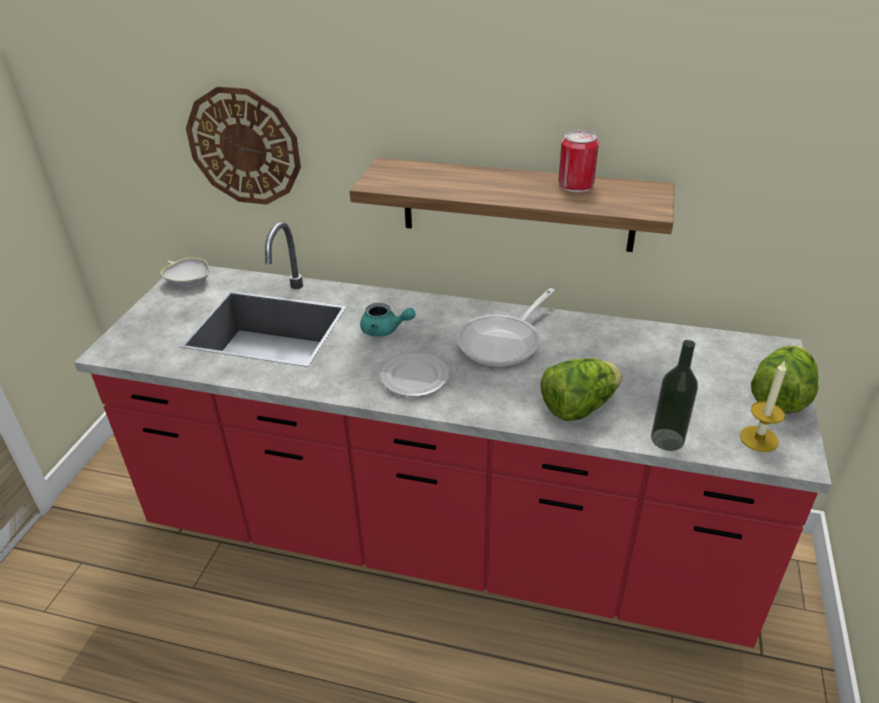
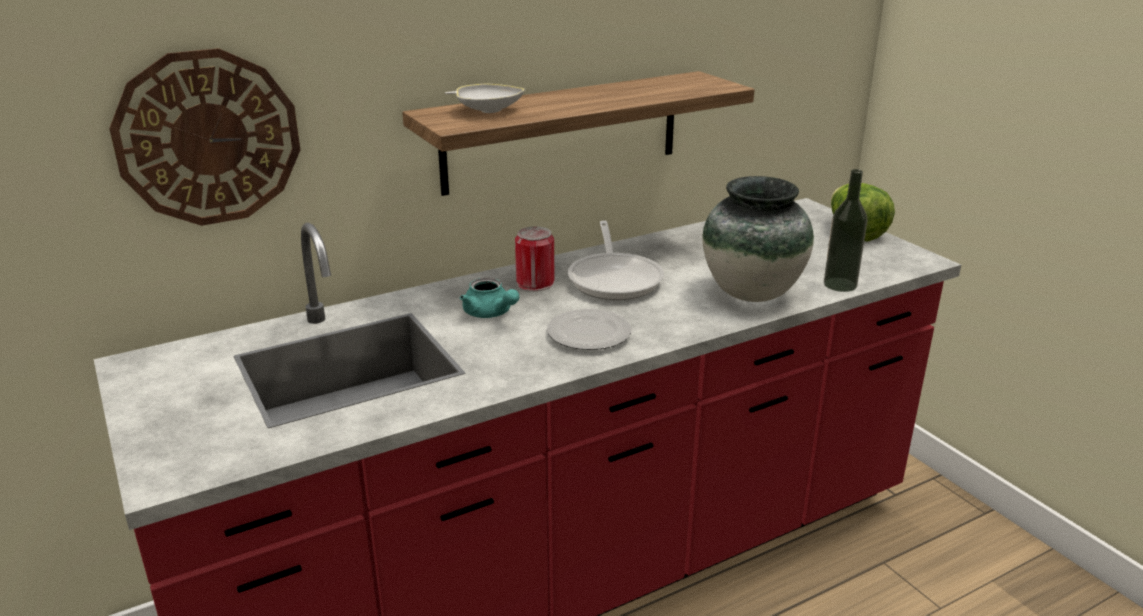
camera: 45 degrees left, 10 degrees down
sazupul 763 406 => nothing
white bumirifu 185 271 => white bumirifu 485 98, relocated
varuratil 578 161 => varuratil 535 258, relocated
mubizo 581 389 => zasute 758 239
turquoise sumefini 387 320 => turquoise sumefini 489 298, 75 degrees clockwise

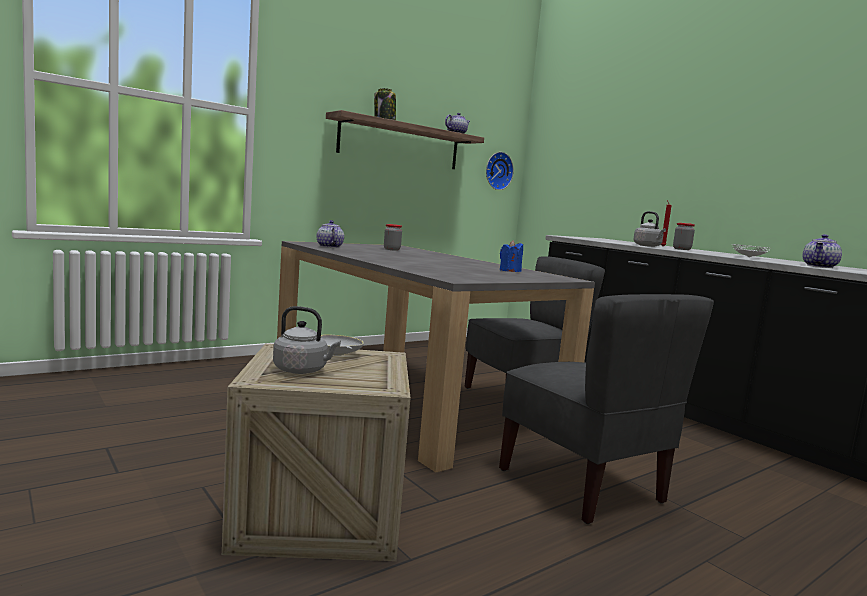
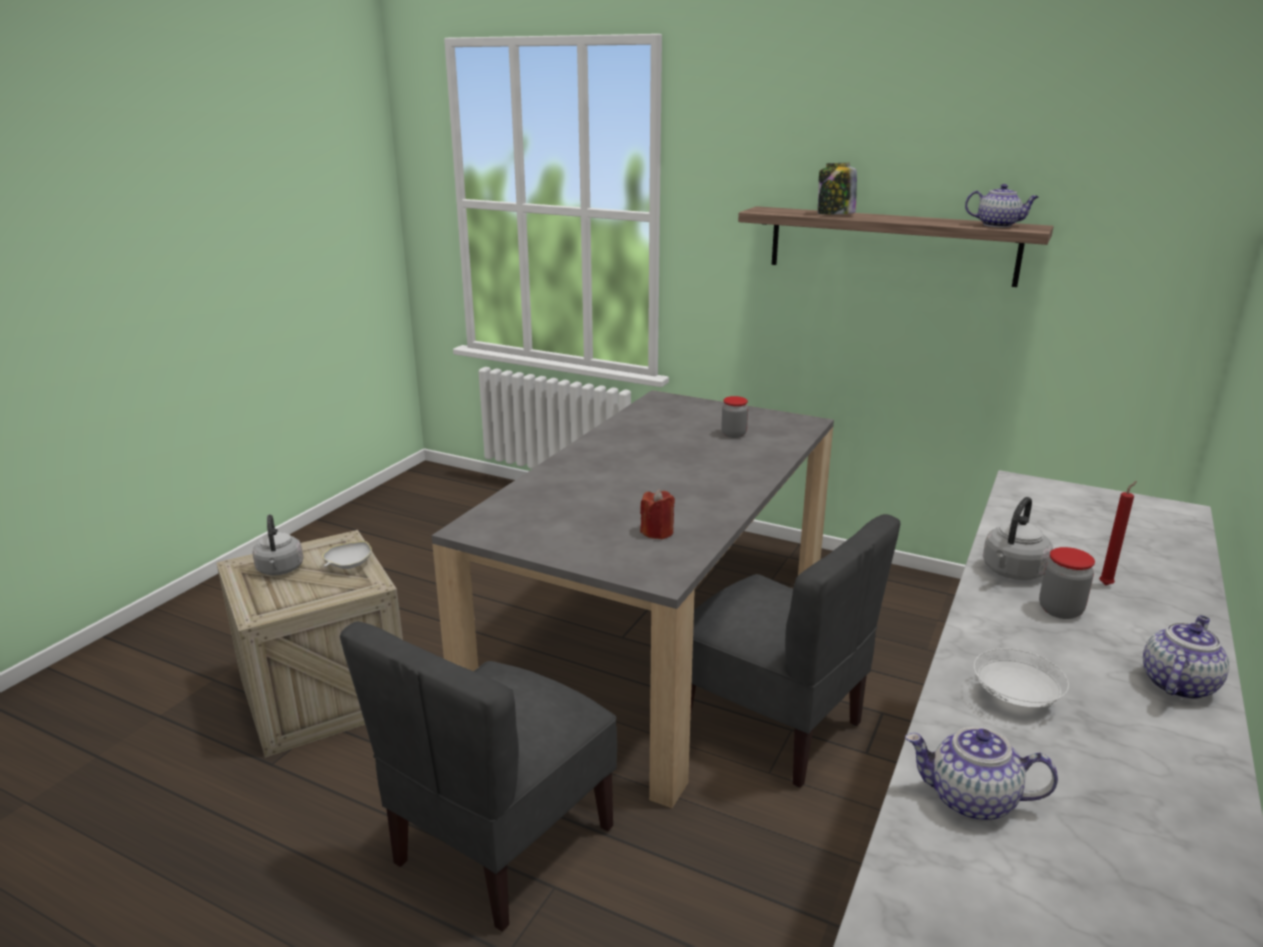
camera: 65 degrees right, 15 degrees up
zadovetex 500 171 => nothing
sumefini 330 234 => sumefini 1186 657, relocated
blue sazupul 511 256 => red sazupul 657 514

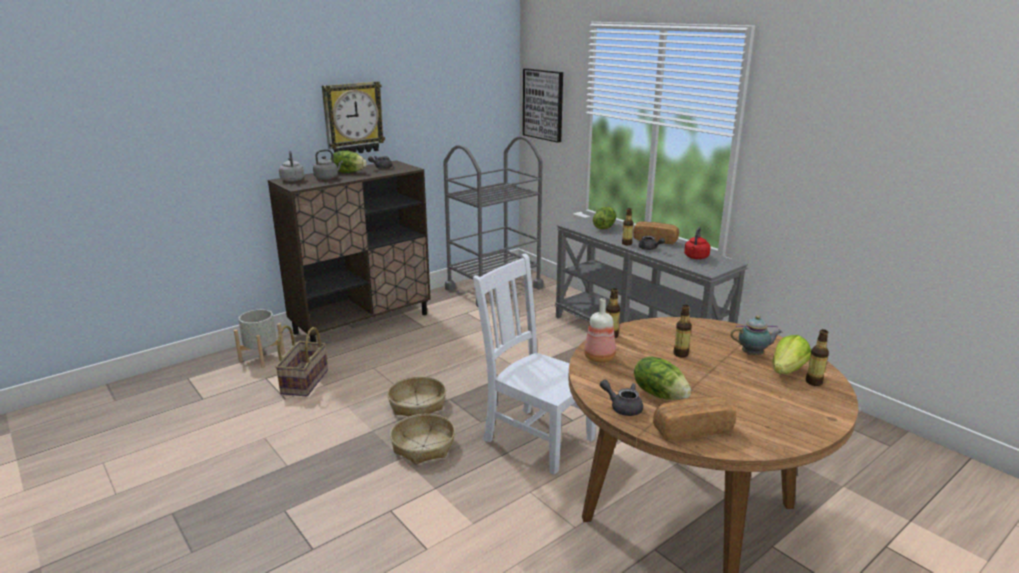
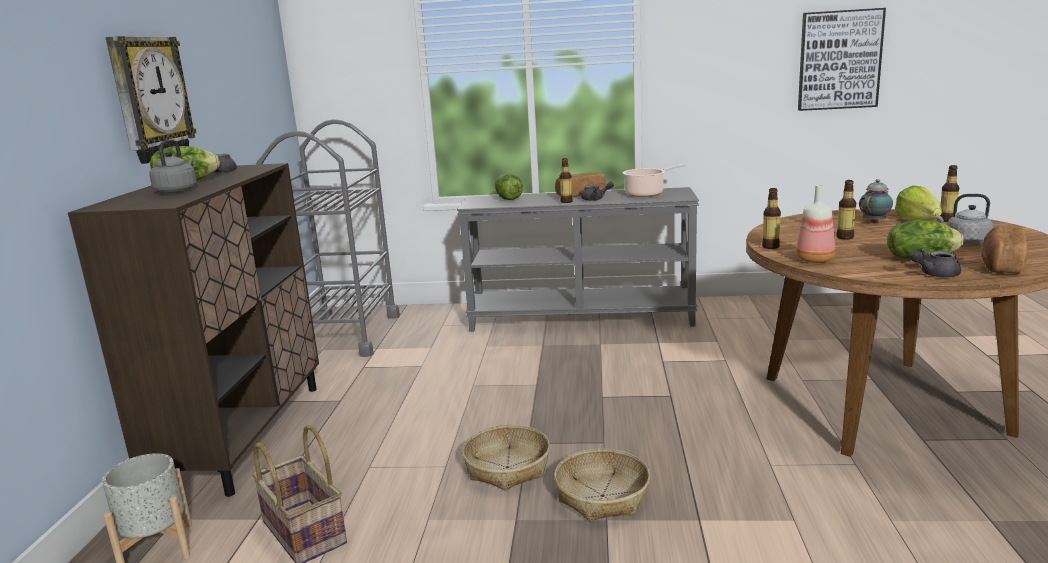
camera: 45 degrees left, 5 degrees down
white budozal 534 364 => nothing
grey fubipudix 291 166 => grey fubipudix 964 219, relocated
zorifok 543 105 => zorifok 842 59, relocated
red fubipudix 697 243 => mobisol 654 180

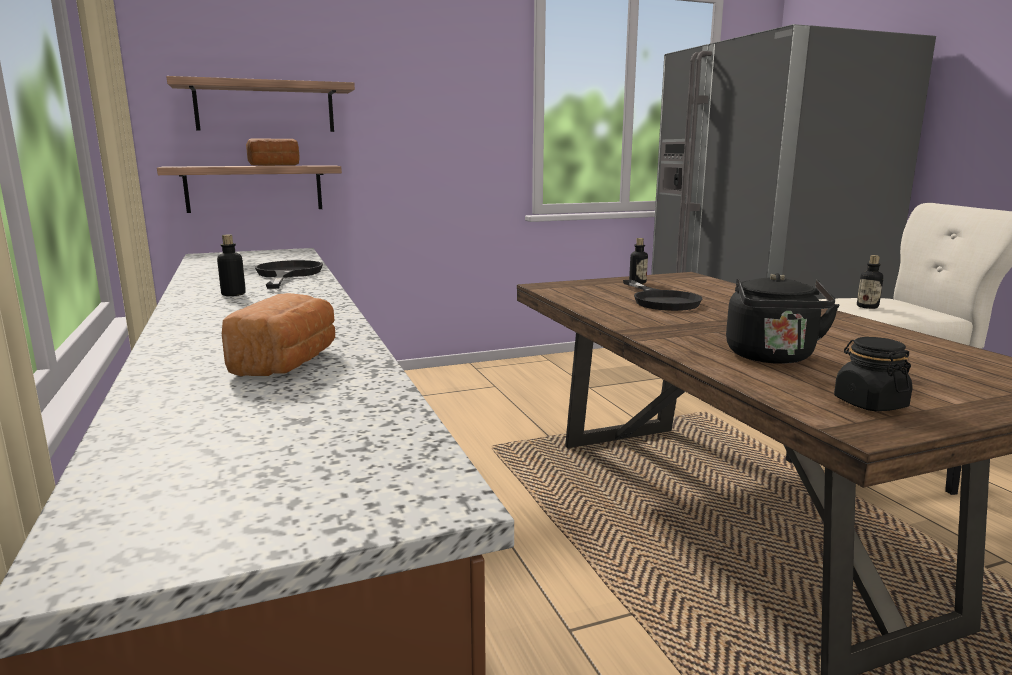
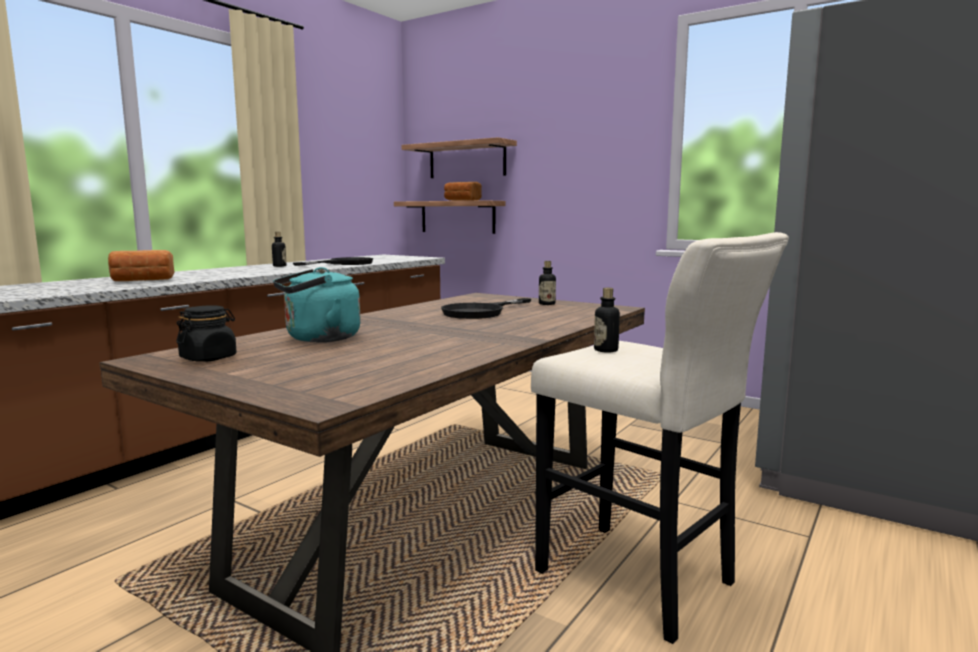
camera: 55 degrees right, 5 degrees down
black fubipudix 783 318 => turquoise fubipudix 317 304

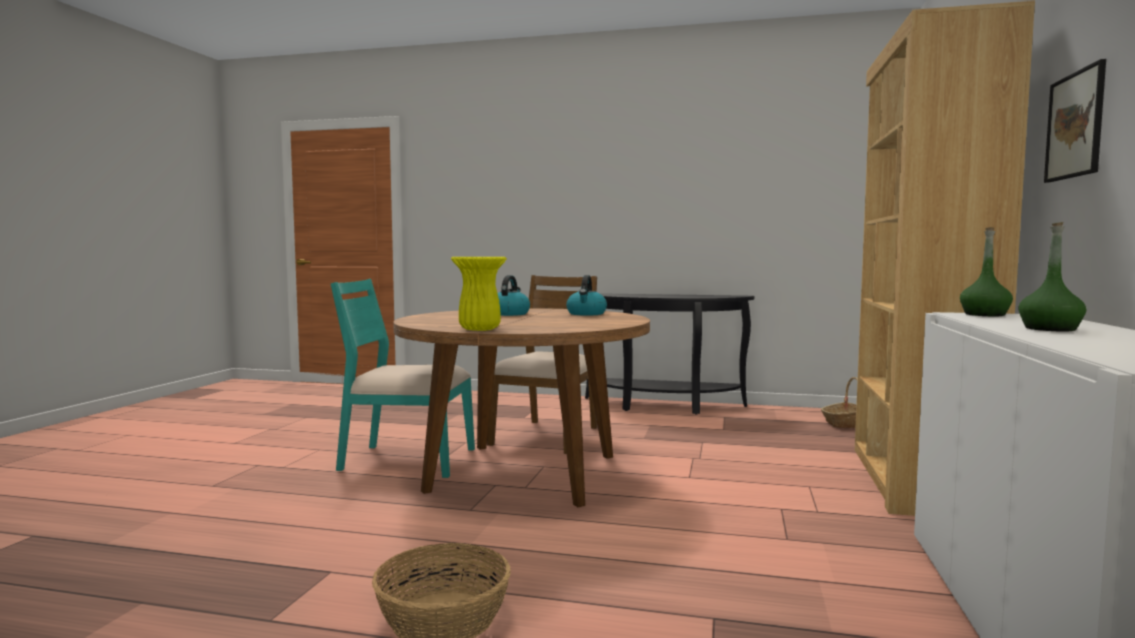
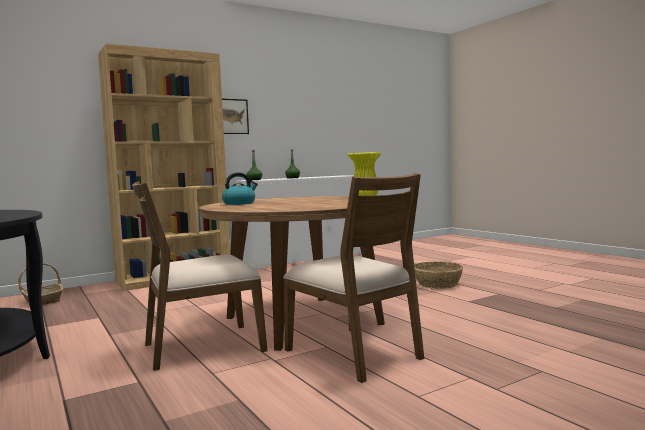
camera: 135 degrees left, 0 degrees up
fubipudix 513 295 => nothing
turquoise budozal 403 378 => brown budozal 353 278

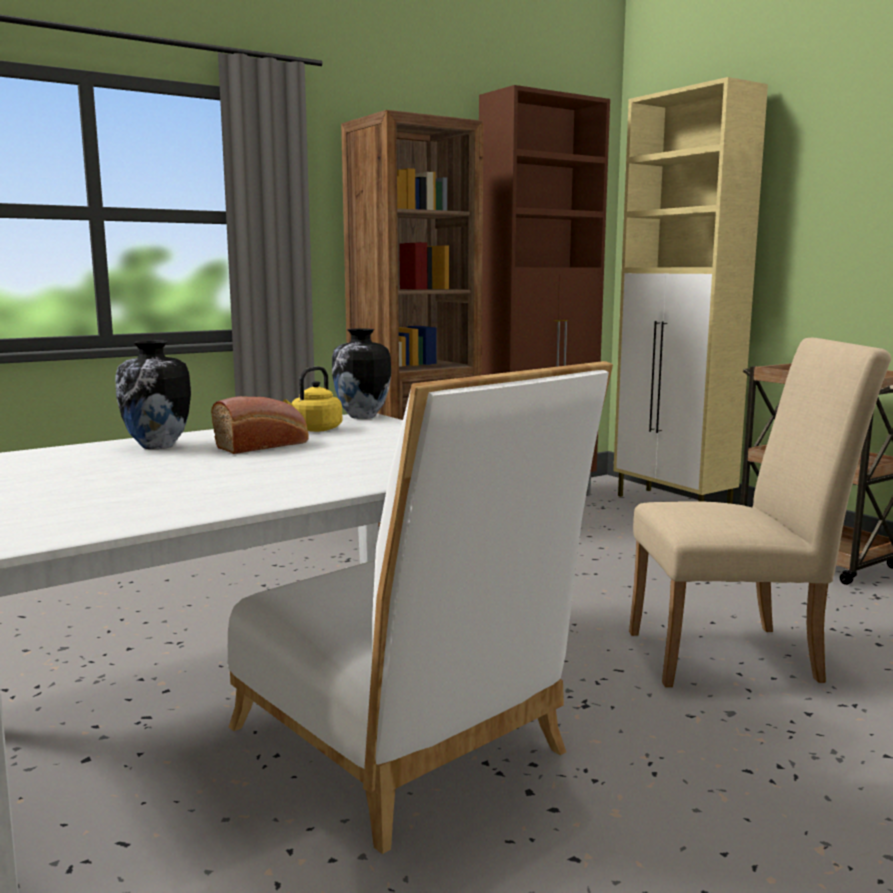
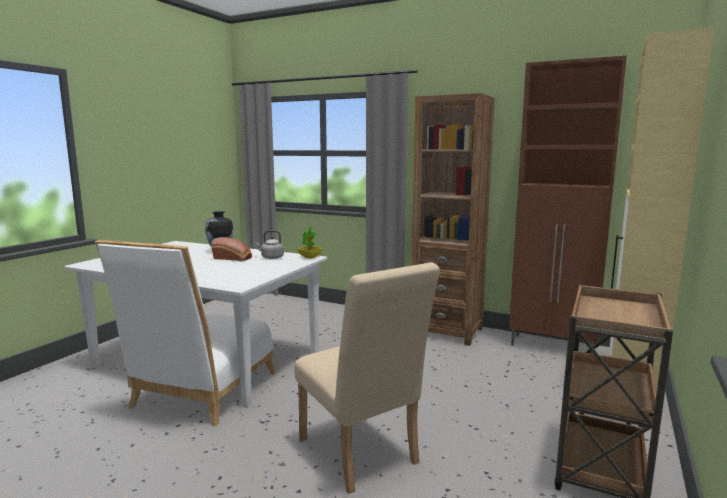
camera: 60 degrees right, 0 degrees up
zasute 361 373 => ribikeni 310 243
yellow fubipudix 312 399 => grey fubipudix 269 244

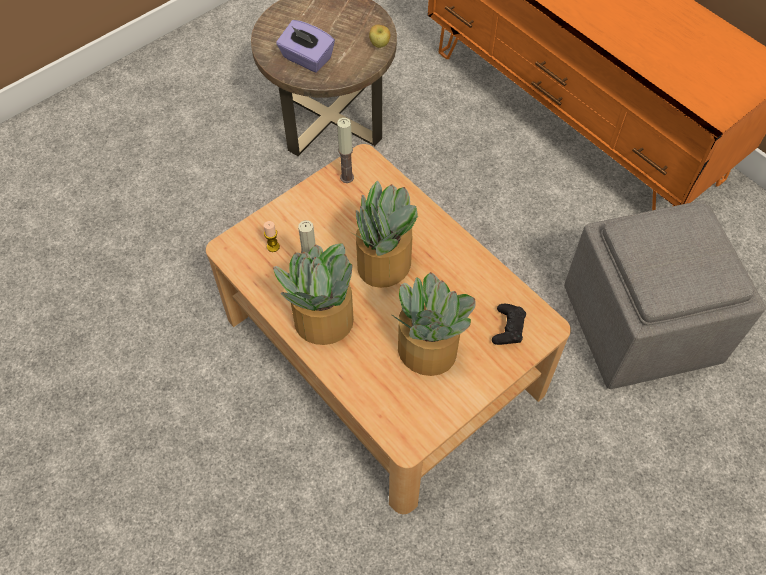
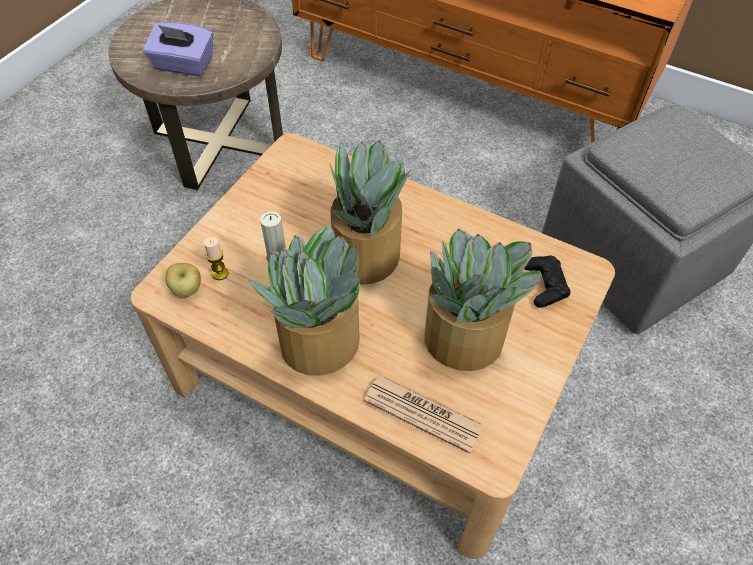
camera: 20 degrees left, 5 degrees down
sazupul 345 150 => nothing
nothing => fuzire 424 414
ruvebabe 379 36 => ruvebabe 183 280, relocated

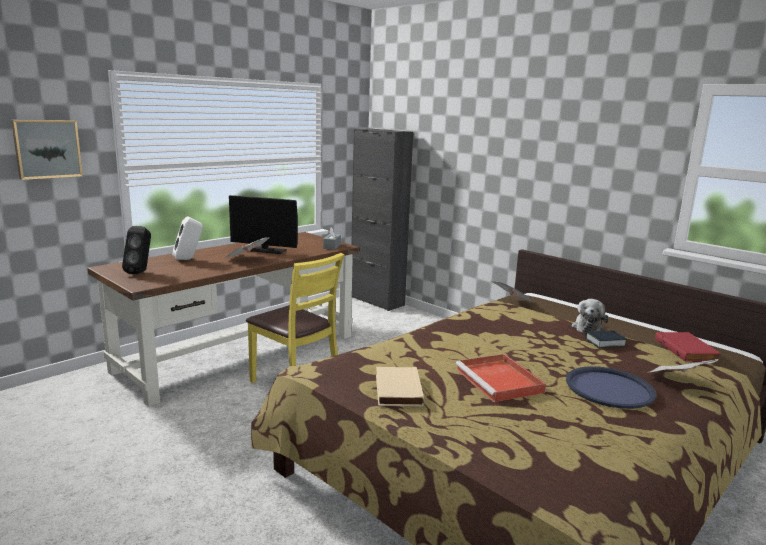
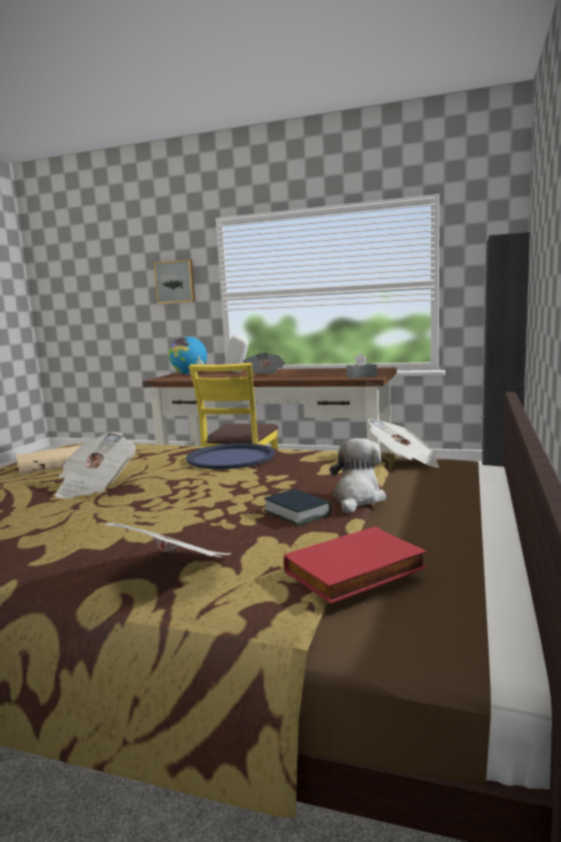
camera: 65 degrees right, 5 degrees down
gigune 263 224 => nothing
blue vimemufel 611 387 => blue vimemufel 230 456, relocated
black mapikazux 136 250 => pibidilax 188 356
red vimemufel 501 378 => fuzire 95 465
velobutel 590 316 => velobutel 357 476, 120 degrees clockwise

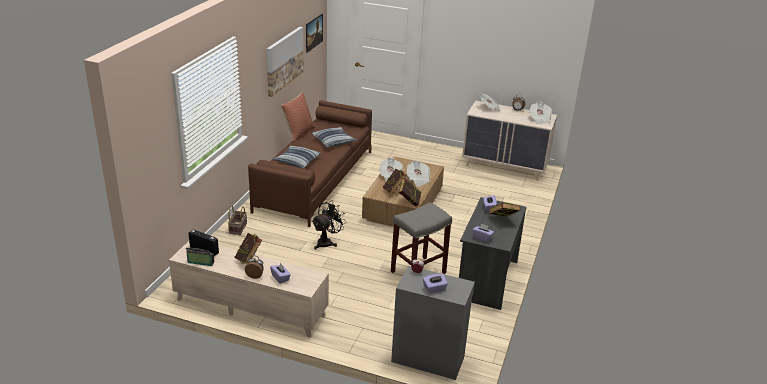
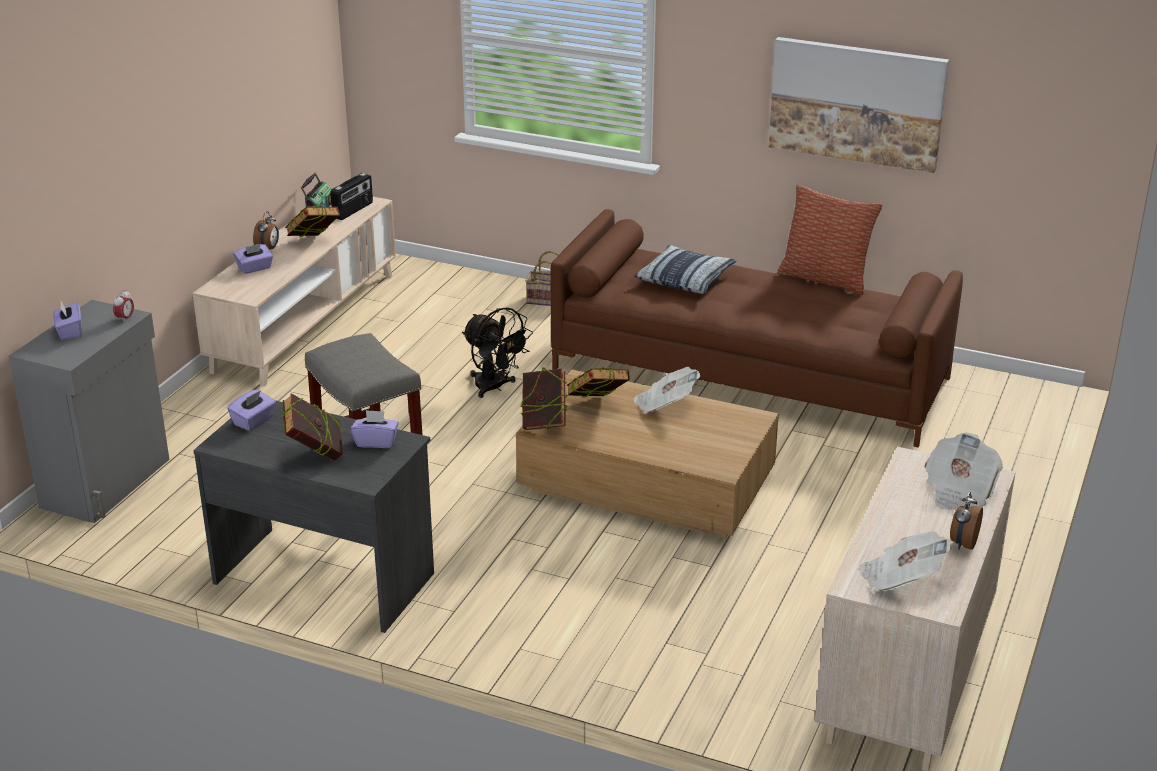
camera: 95 degrees right, 0 degrees up
zorifok 314 33 => nothing
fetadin 334 137 => nothing
fuzire 418 174 => nothing

